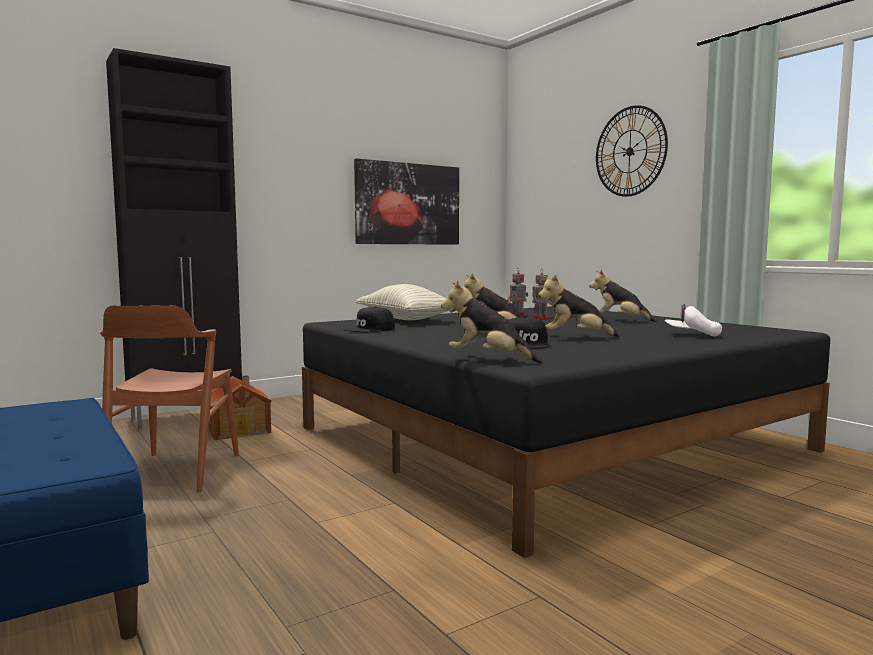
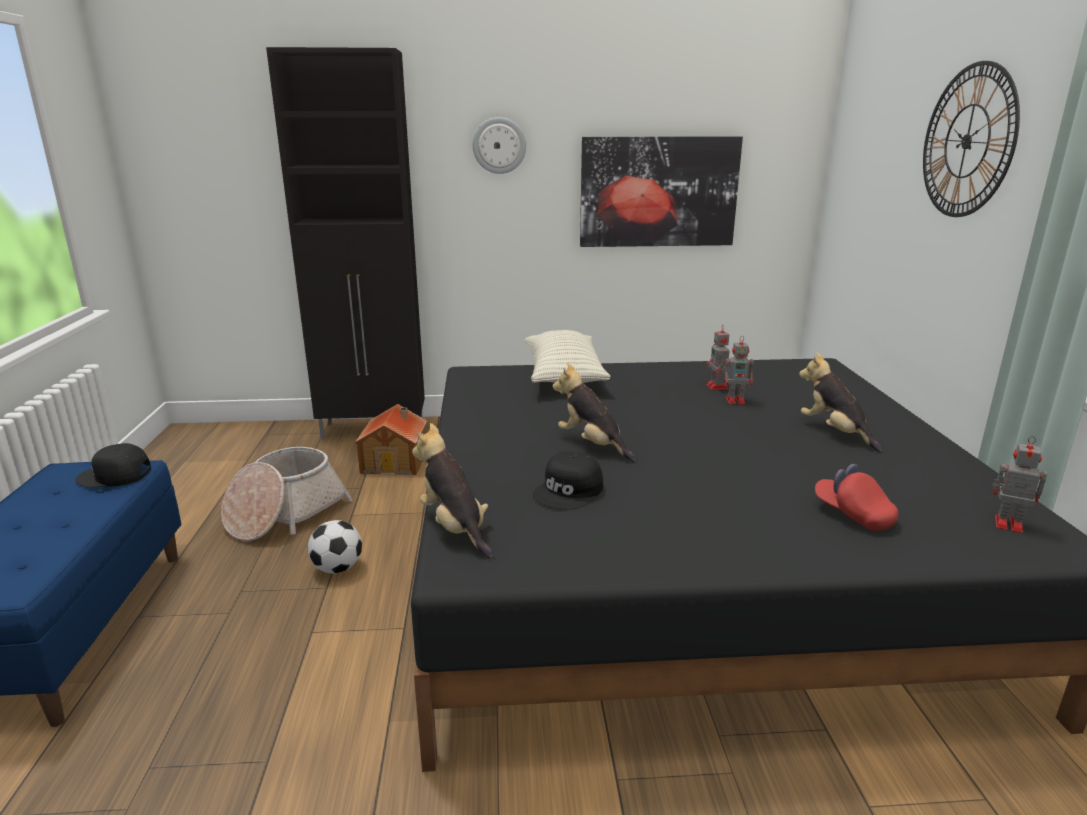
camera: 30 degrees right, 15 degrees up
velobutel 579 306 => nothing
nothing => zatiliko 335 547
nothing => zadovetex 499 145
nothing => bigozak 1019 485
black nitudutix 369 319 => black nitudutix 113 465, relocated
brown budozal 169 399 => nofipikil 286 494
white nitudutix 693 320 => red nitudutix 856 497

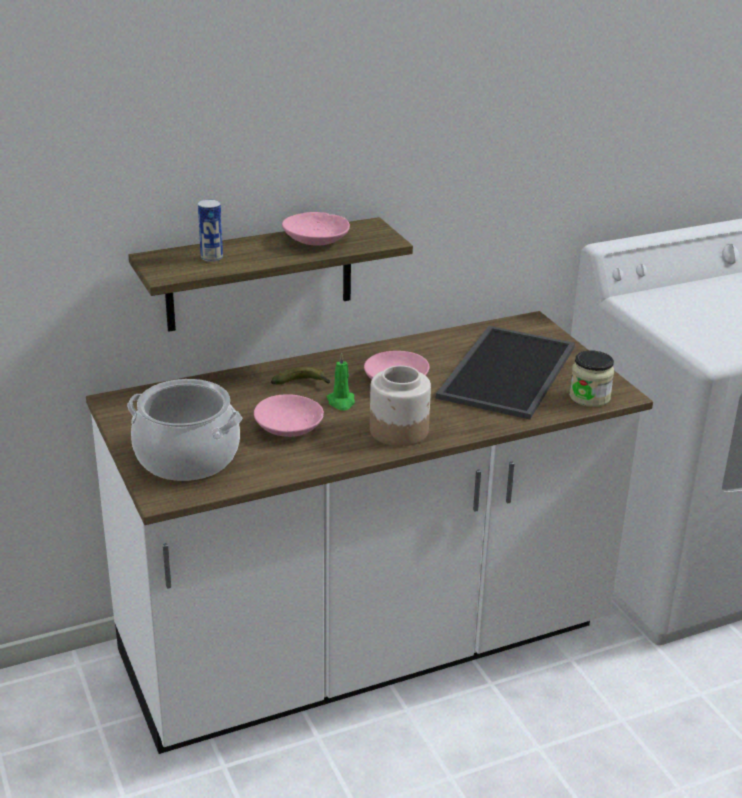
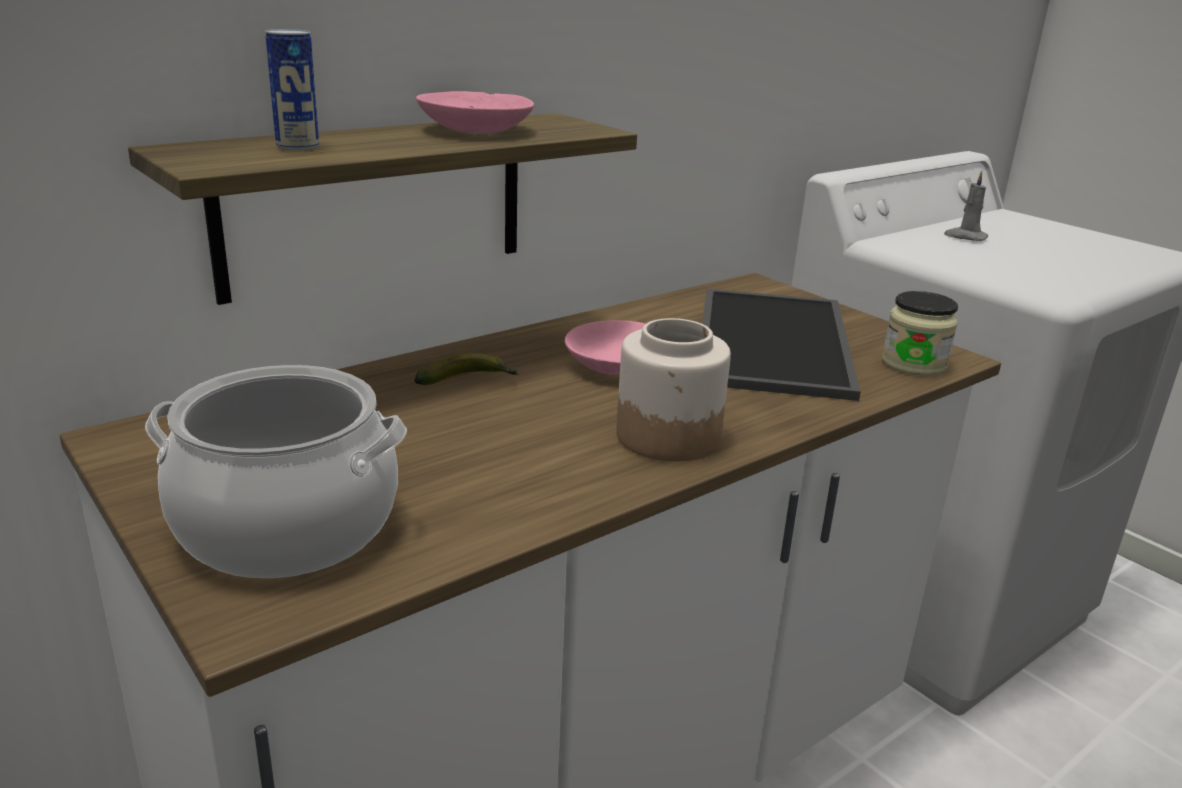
camera: 15 degrees left, 5 degrees down
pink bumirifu 289 415 => nothing
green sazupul 341 382 => nothing
nothing => grey sazupul 966 205

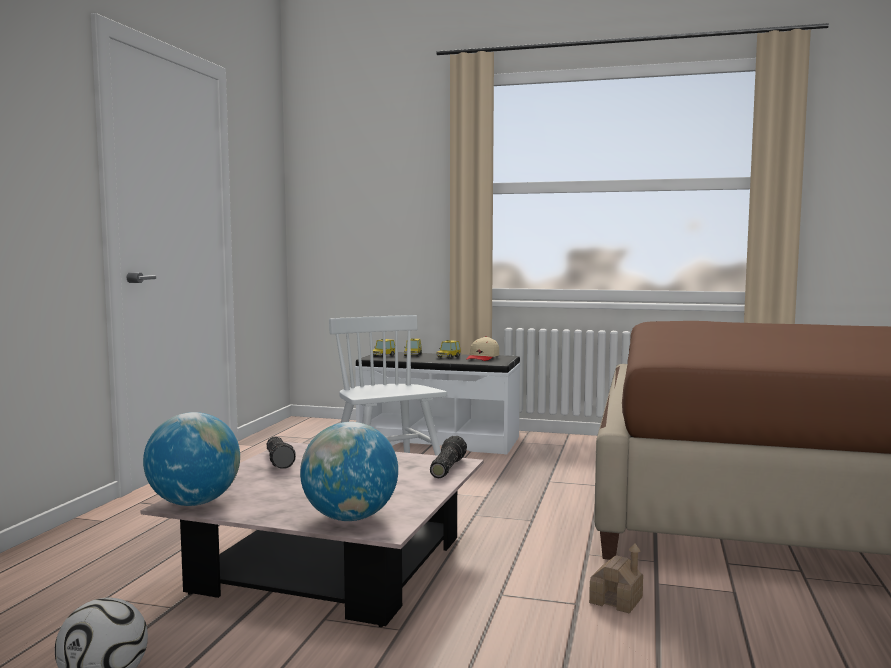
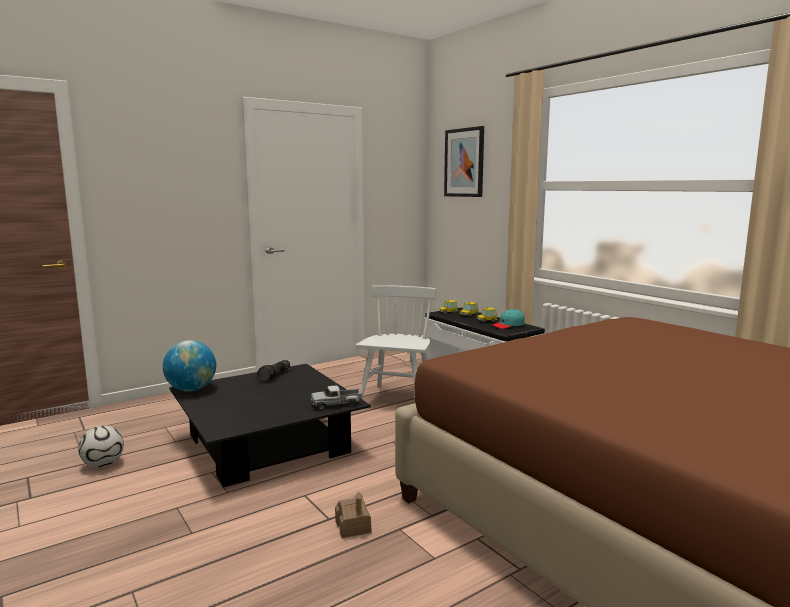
camera: 40 degrees right, 5 degrees up
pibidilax 349 471 => nothing
nothing => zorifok 464 161
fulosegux 448 457 => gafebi 336 398
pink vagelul 312 534 => black vagelul 270 425
beige nitudutix 482 348 => turquoise nitudutix 508 319

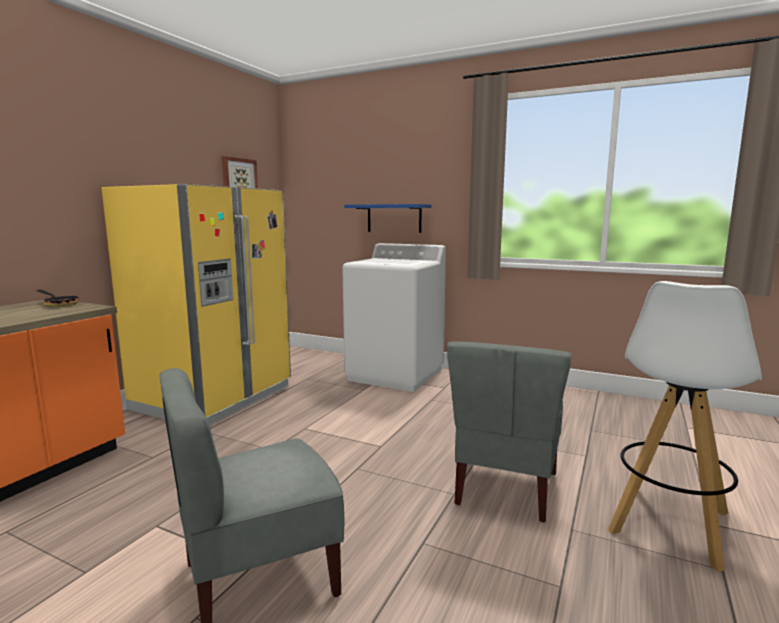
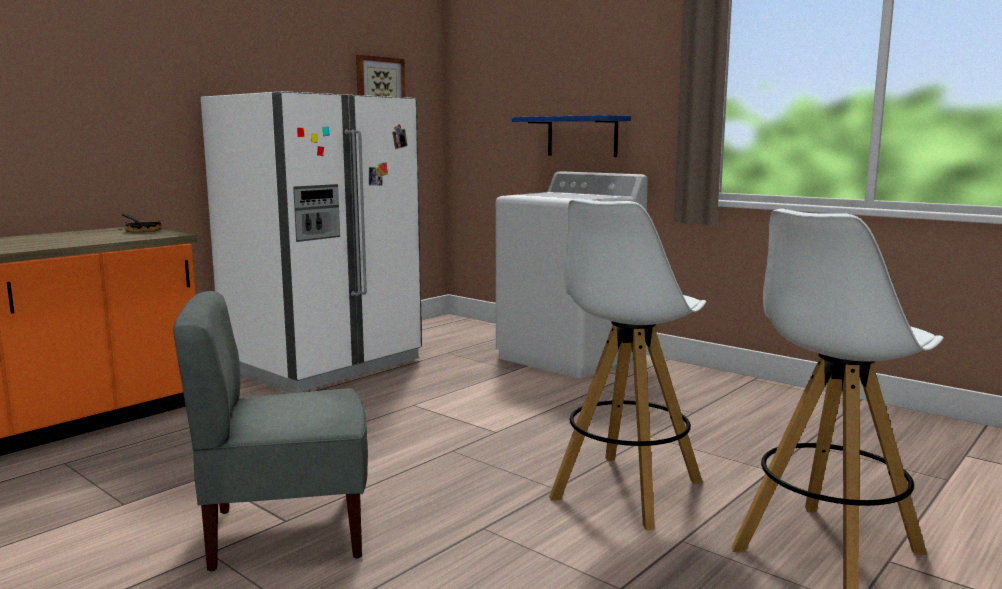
camera: 15 degrees right, 0 degrees up
grey budozal 509 432 => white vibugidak 627 364
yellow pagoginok 196 305 => white pagoginok 311 242

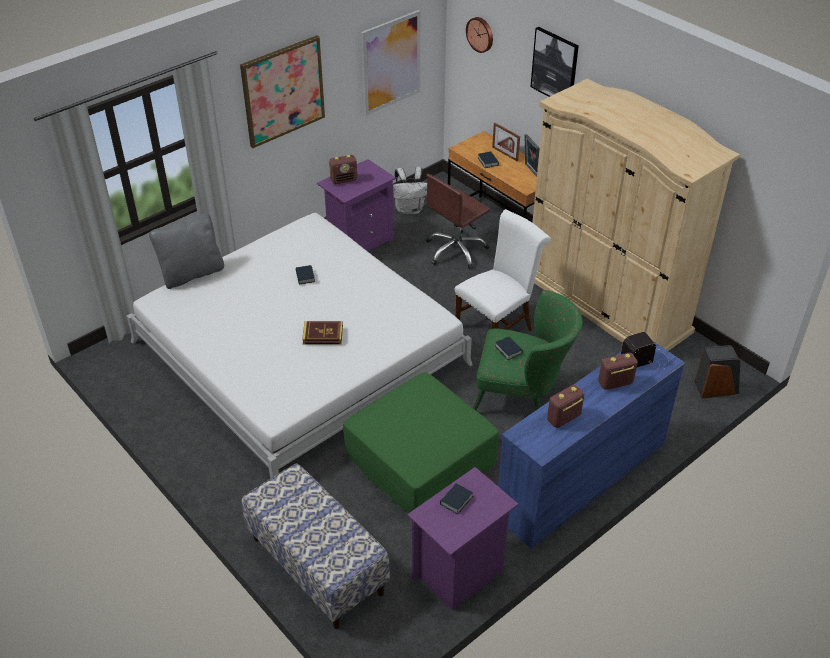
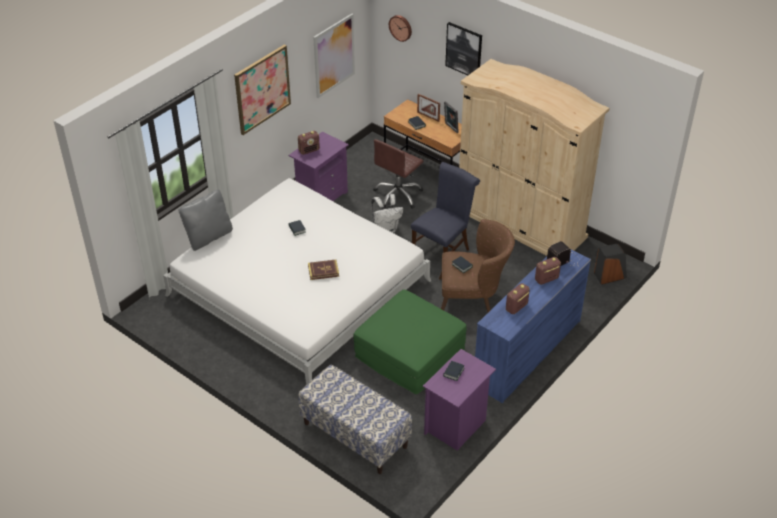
camera: 10 degrees left, 0 degrees up
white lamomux 410 191 => white lamomux 387 213, relocated
white budozal 503 270 => blue budozal 445 207
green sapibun 528 350 => brown sapibun 477 265

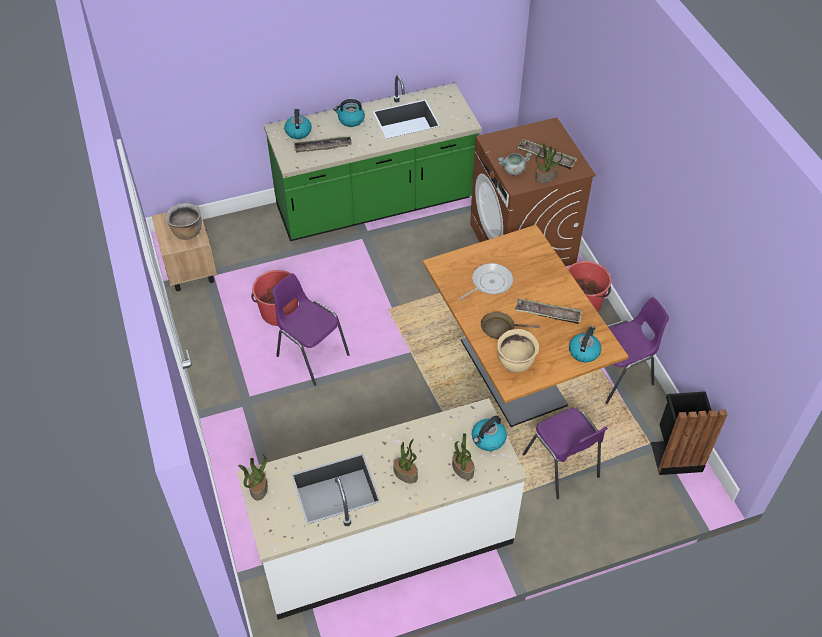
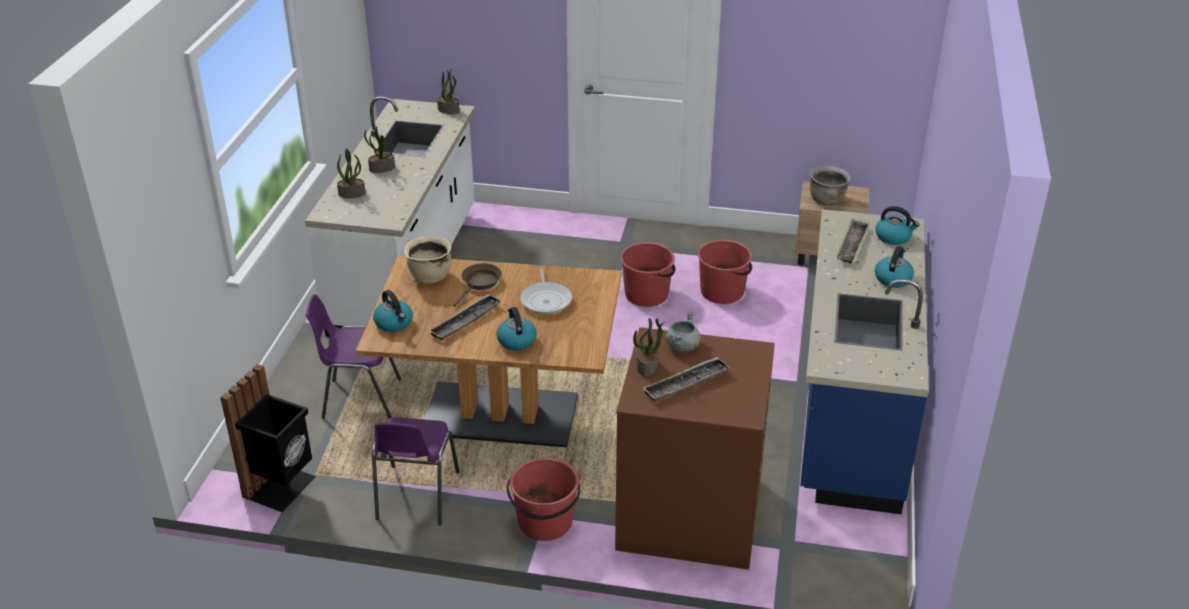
camera: 120 degrees right, 15 degrees down
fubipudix 489 433 => fubipudix 517 329, relocated
purple budozal 311 329 => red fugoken 648 274
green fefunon 373 158 => blue fefunon 864 361

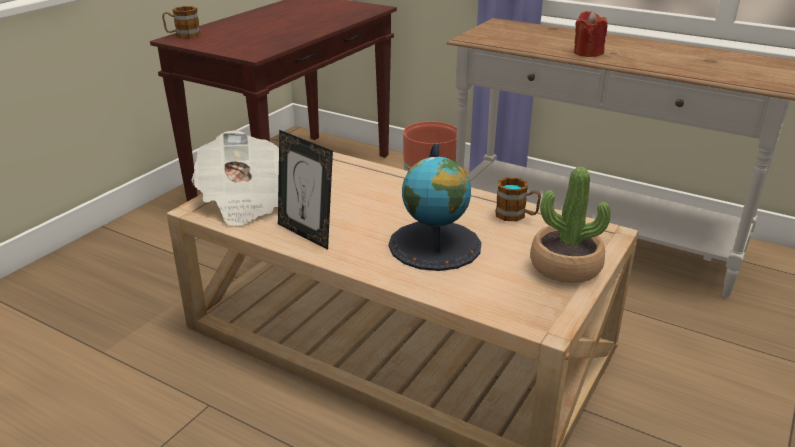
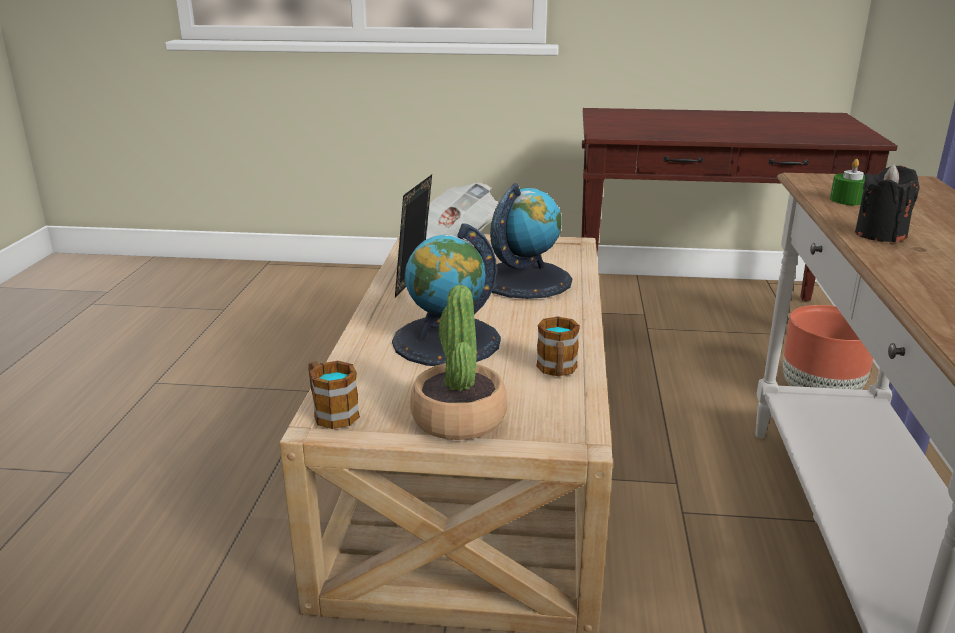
camera: 65 degrees right, 5 degrees down
nothing => pibidilax 531 241
nothing => green sazupul 847 182
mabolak 181 22 => mabolak 334 395, relocated
red sazupul 591 34 => black sazupul 887 203

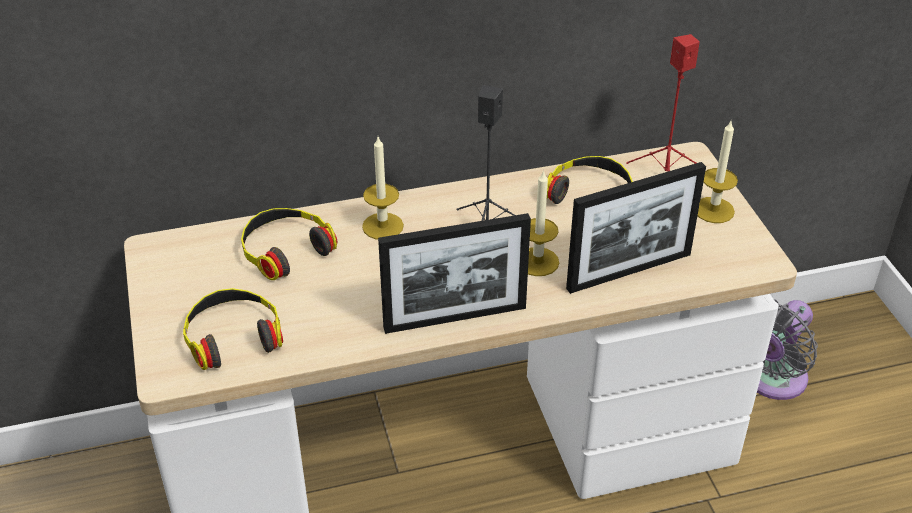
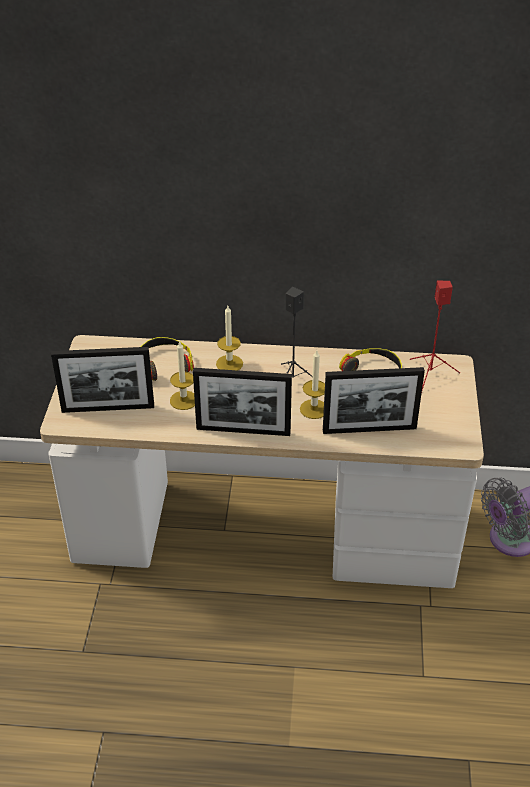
camera: 20 degrees right, 0 degrees up
sazupul 718 172 => sazupul 182 375, relocated
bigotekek 233 329 => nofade 102 380

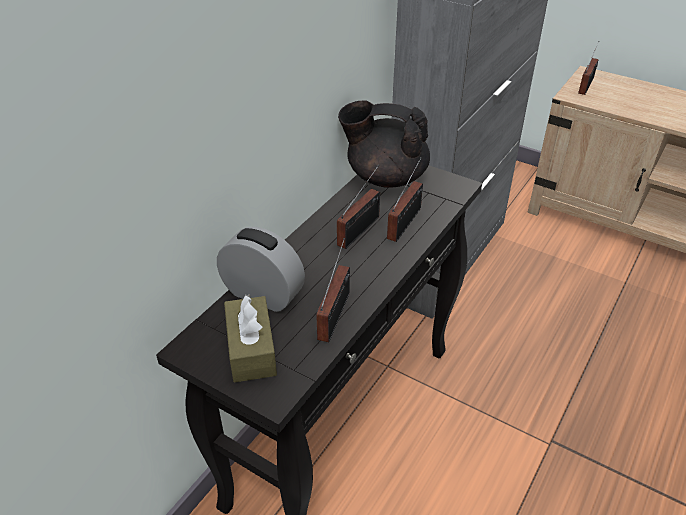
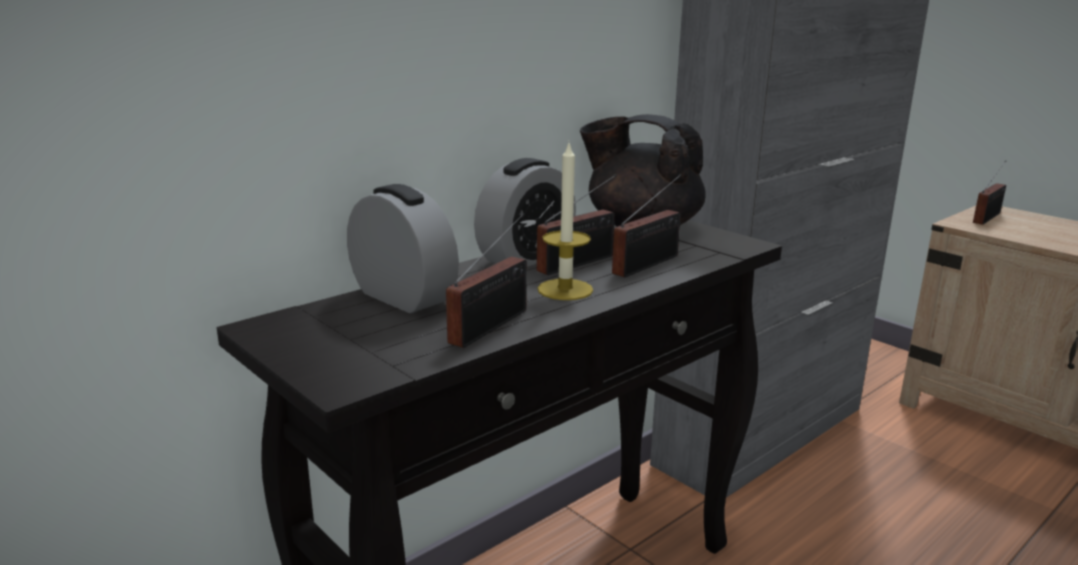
camera: 15 degrees right, 20 degrees down
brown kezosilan 250 338 => nothing
nothing => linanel 525 212
nothing => sazupul 565 222

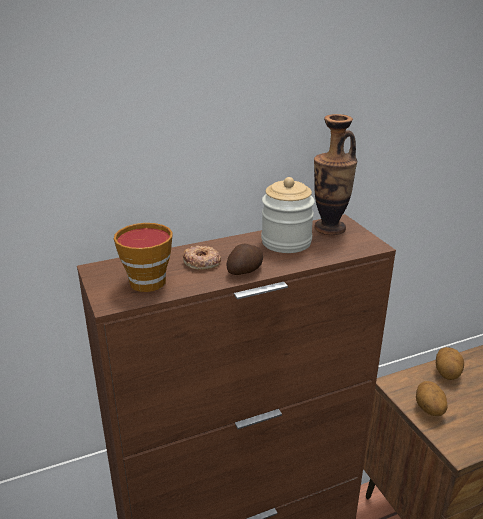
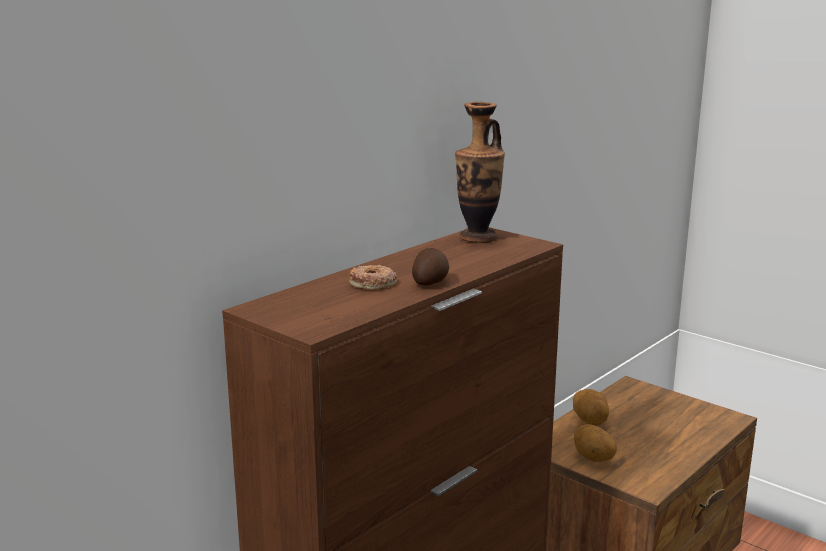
camera: 25 degrees left, 10 degrees down
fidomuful 143 257 => nothing
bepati 288 215 => nothing

